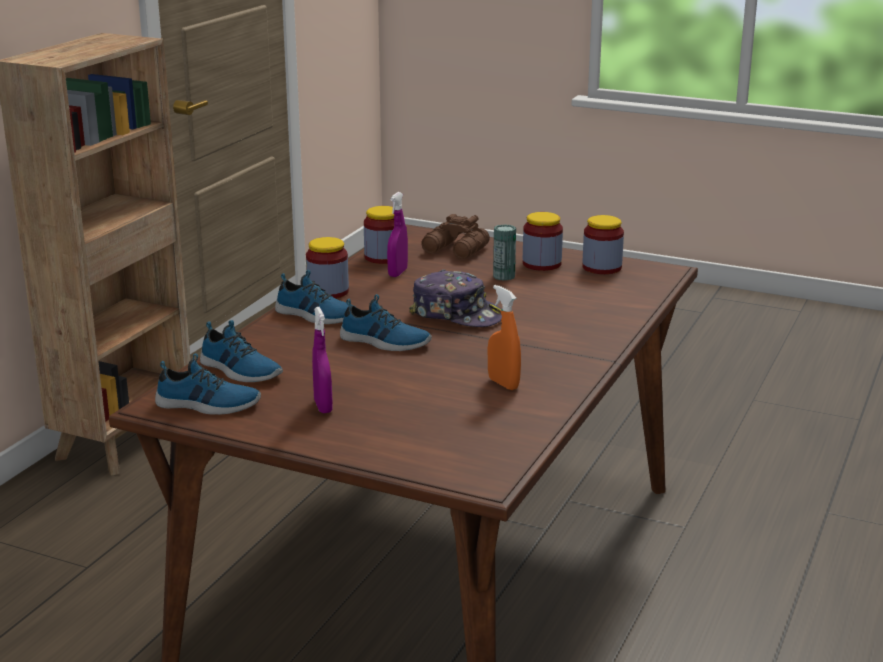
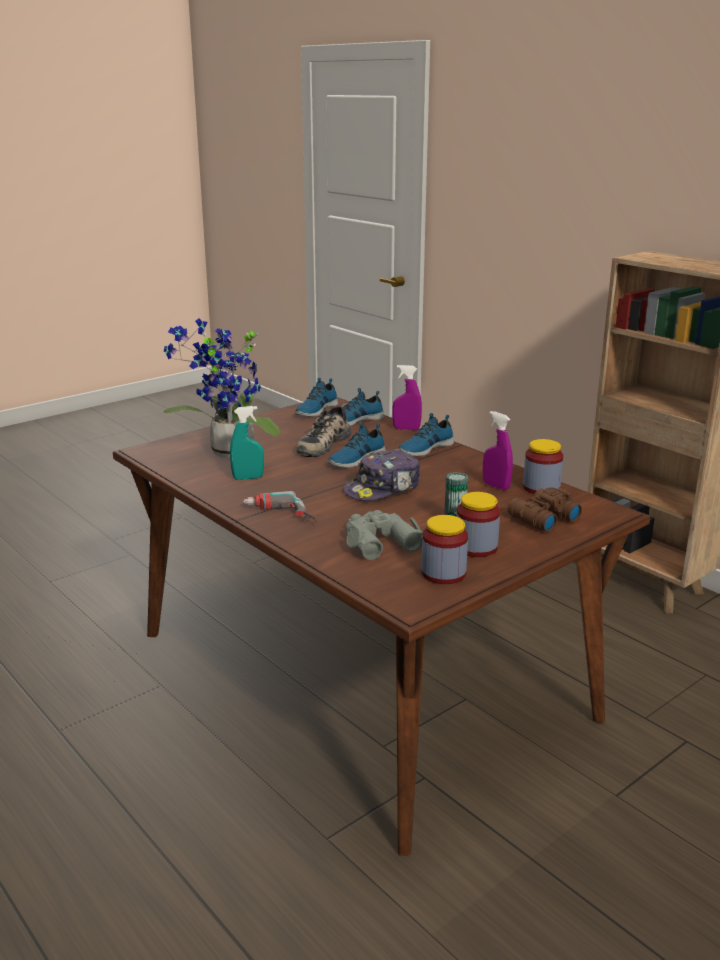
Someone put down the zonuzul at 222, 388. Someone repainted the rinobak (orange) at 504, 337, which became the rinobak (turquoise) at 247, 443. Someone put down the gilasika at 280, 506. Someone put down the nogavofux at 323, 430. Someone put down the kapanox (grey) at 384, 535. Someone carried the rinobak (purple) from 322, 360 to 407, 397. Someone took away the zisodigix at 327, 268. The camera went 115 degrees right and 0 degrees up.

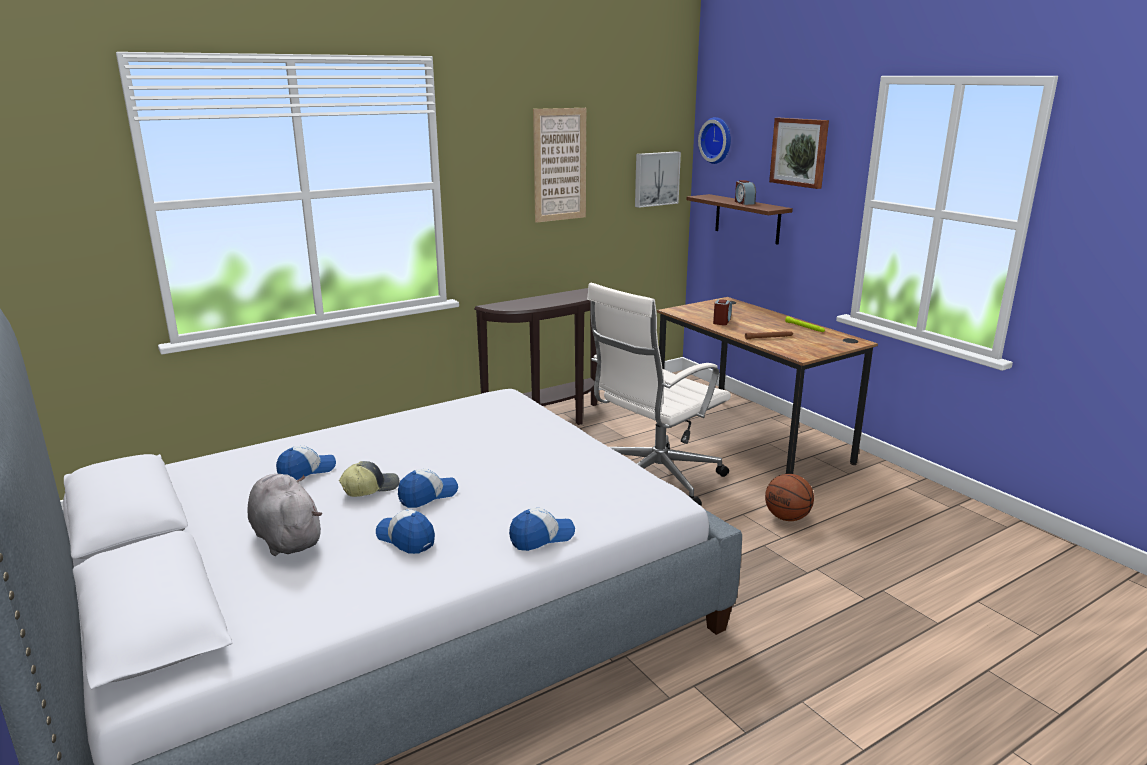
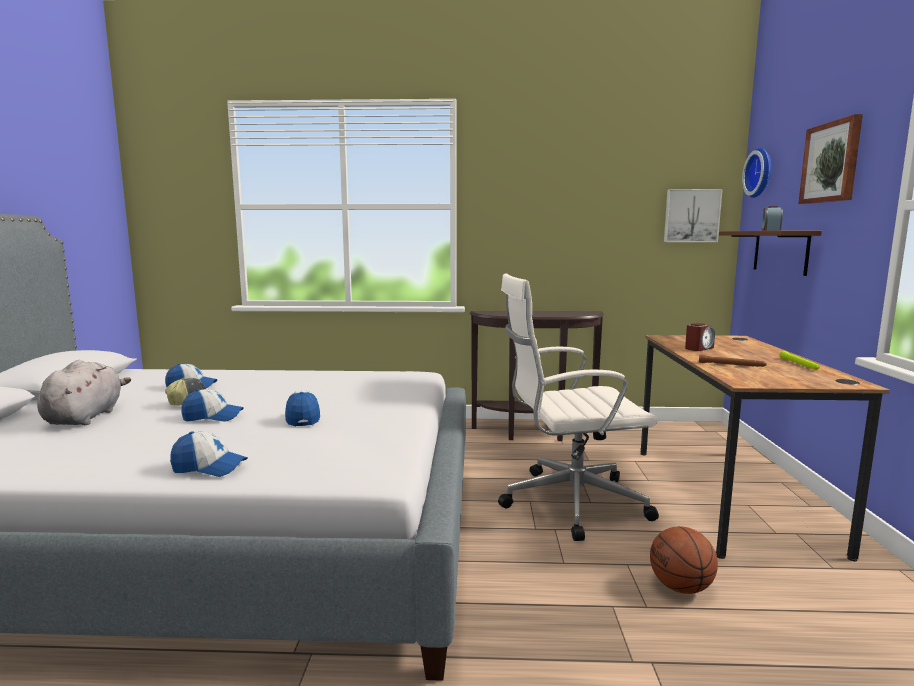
Someone carried the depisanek from 405, 531 to 302, 408. Someone took away the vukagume at 559, 165. The camera went 35 degrees right and 10 degrees down.

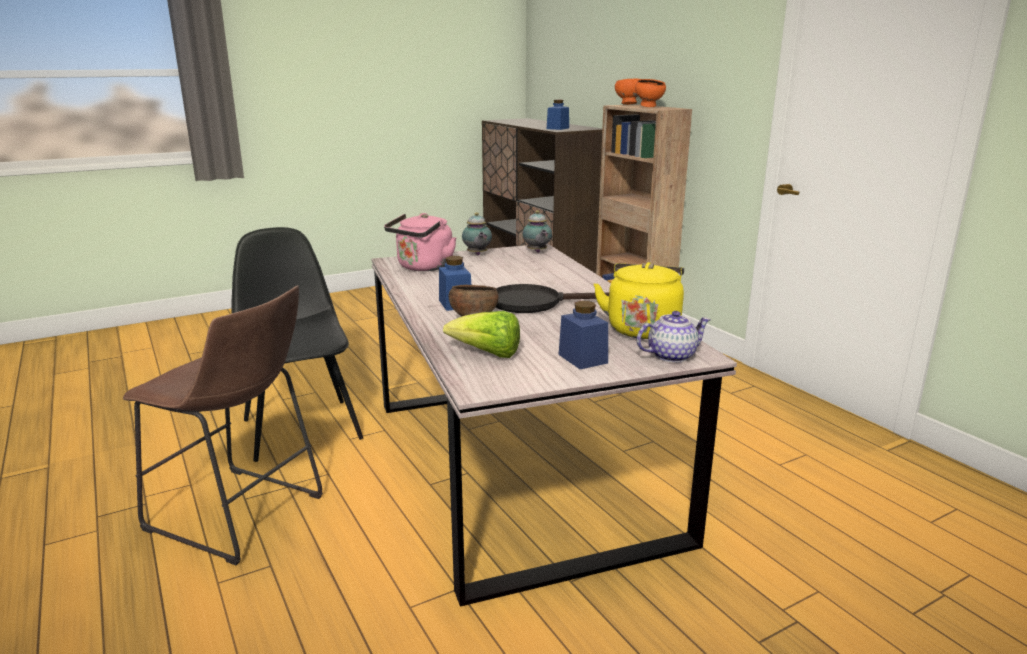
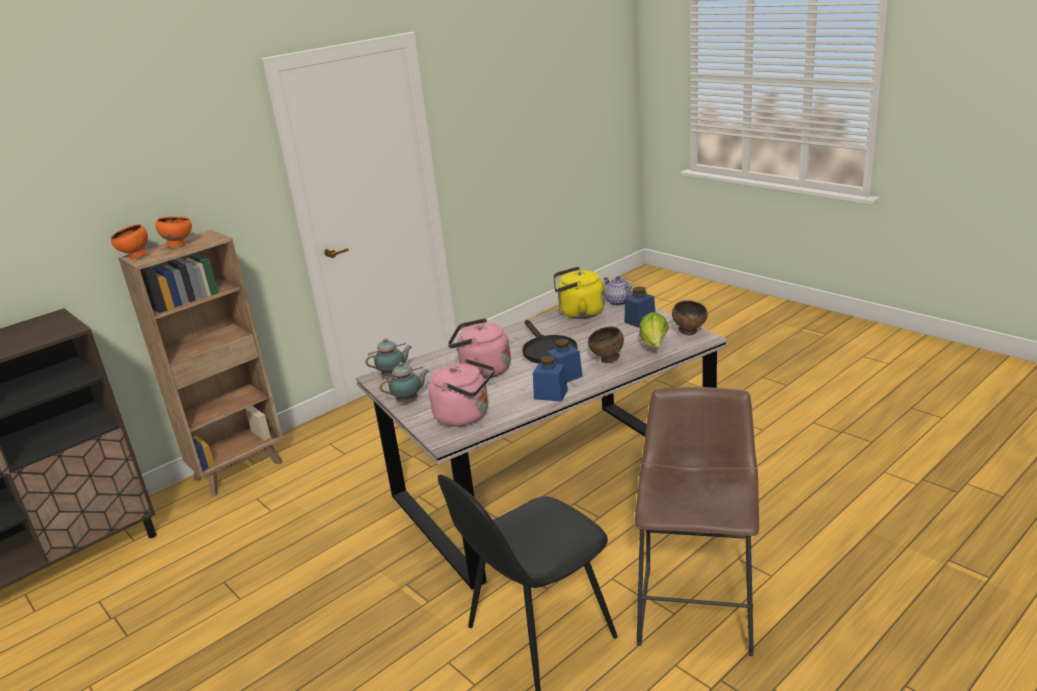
Someone put down the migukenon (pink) at 479, 348. Someone carried the zisodigix (blue) from 558, 115 to 550, 378. Someone put down the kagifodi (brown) at 690, 317. The camera went 100 degrees left and 5 degrees up.

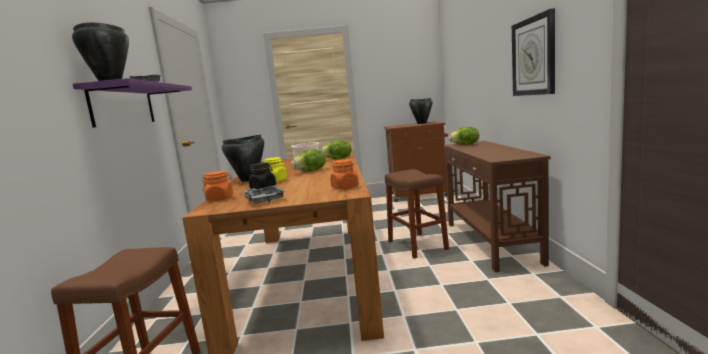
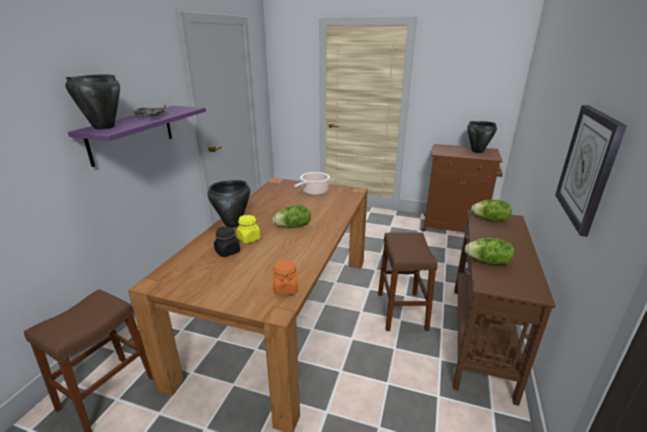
Someone carried the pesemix from 336, 149 to 489, 251. Someone took away the zisodigix (orange) at 217, 186. Someone took away the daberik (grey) at 264, 194. The camera went 20 degrees right and 15 degrees up.

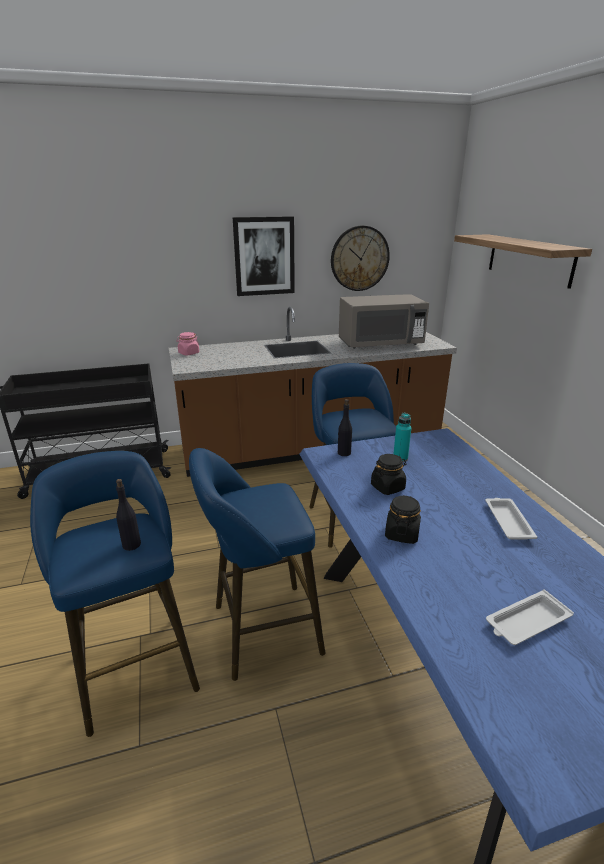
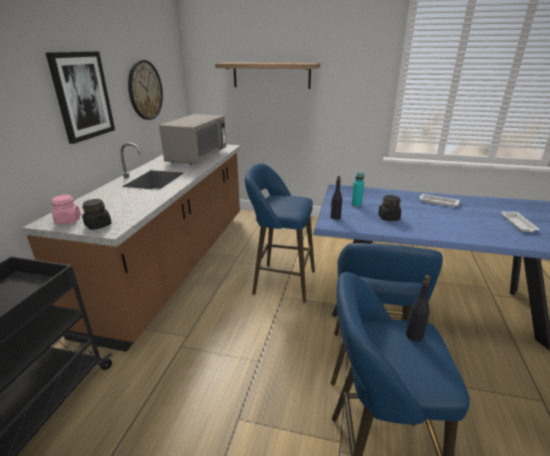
Someone carried the zisodigix (black) from 403, 519 to 97, 214. The camera went 60 degrees left and 0 degrees up.

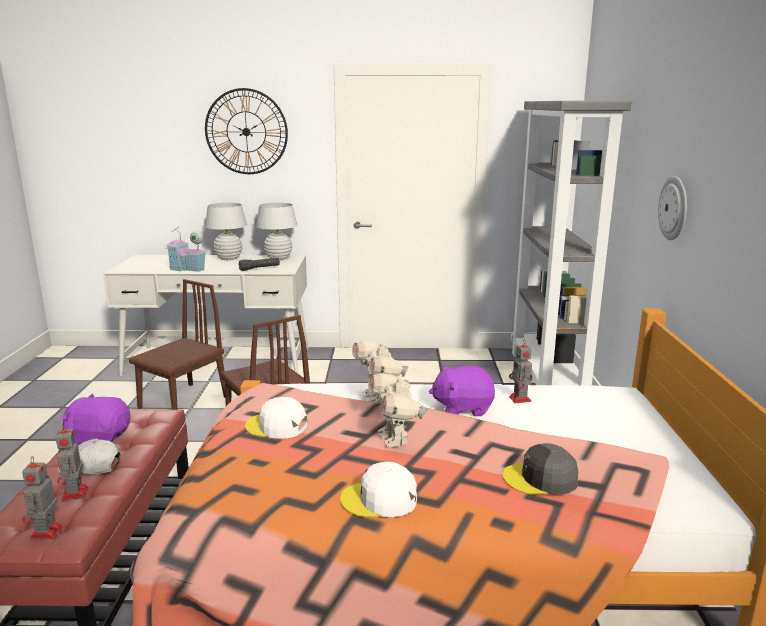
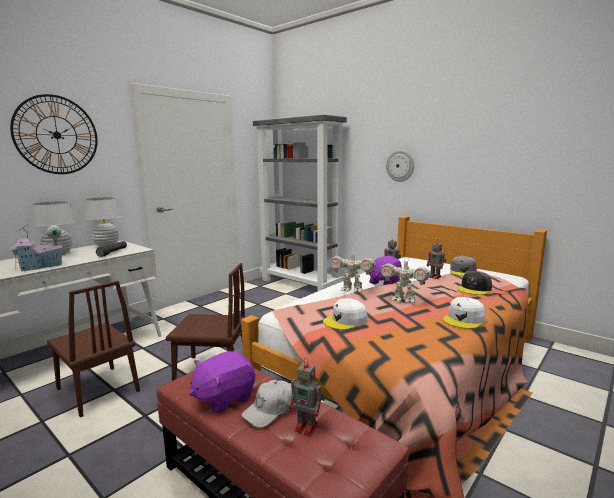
Someone rotated the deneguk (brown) at 177, 344 by 150 degrees clockwise. Someone carried the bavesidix from 42, 498 to 436, 259. Someone put down the depisanek (grey) at 463, 266. The camera went 50 degrees left and 5 degrees down.

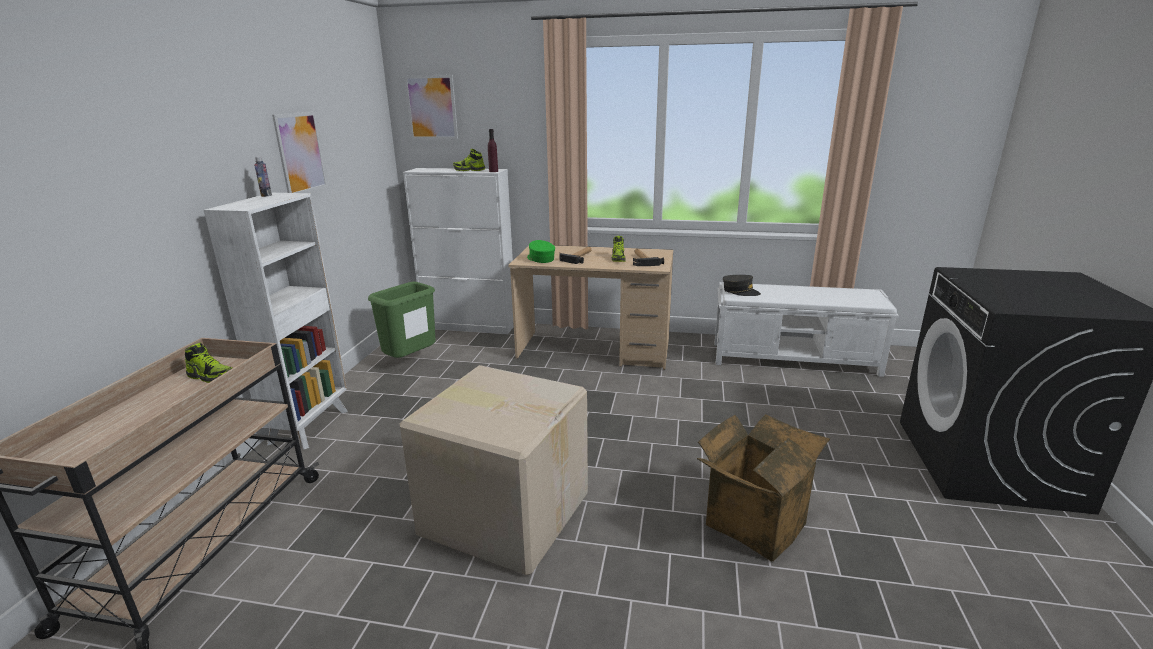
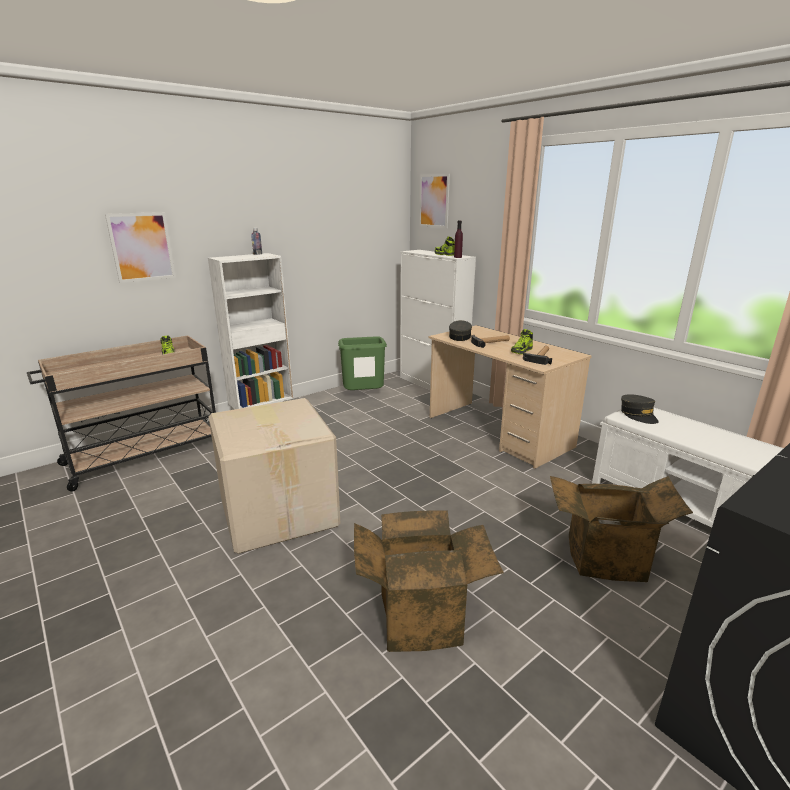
Someone carried the vukagume from 300, 152 to 140, 247. Someone repainted the depisanek (green) at 541, 251, which became the depisanek (grey) at 460, 330. Someone put down the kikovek at 621, 529. The camera went 40 degrees right and 0 degrees up.

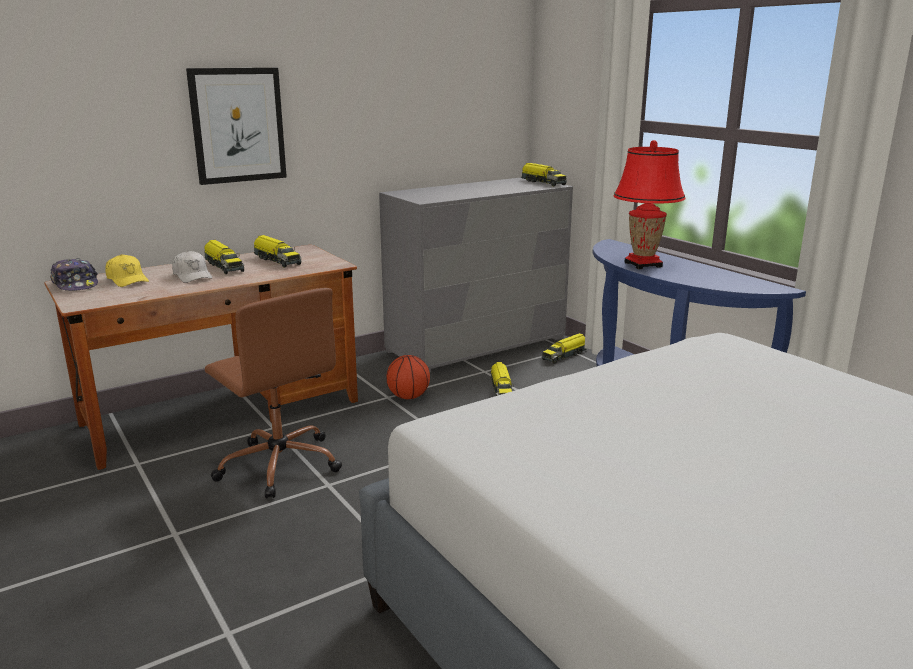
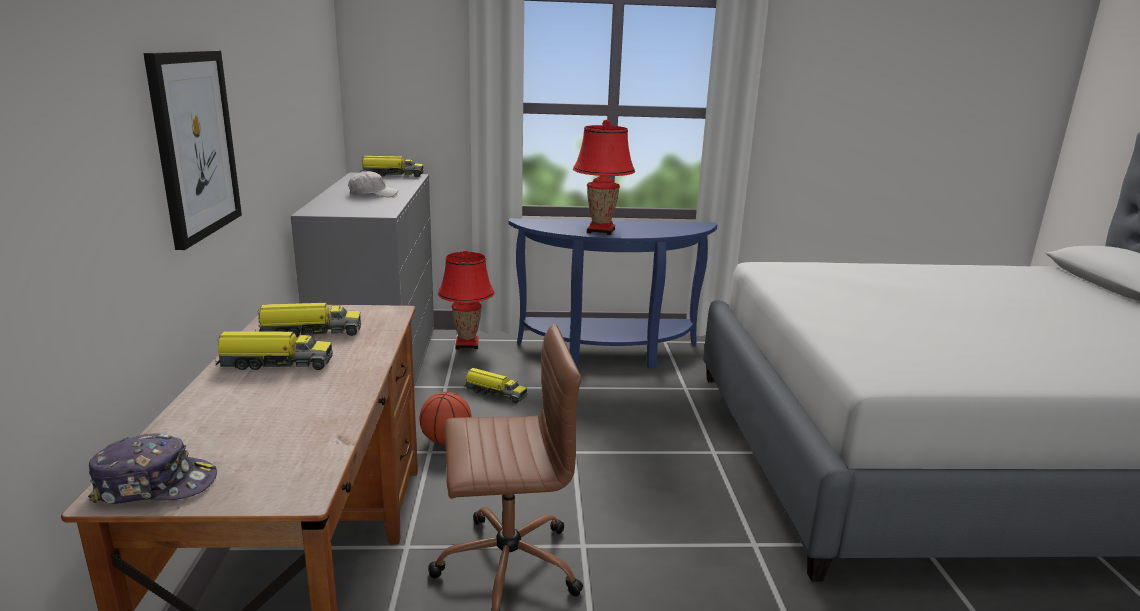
Someone carried the depisanek (white) from 192, 267 to 373, 183. Someone swapped the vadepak at 564, 348 for the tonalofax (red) at 466, 299. Someone took away the depisanek (yellow) at 127, 270. The camera went 60 degrees left and 0 degrees up.

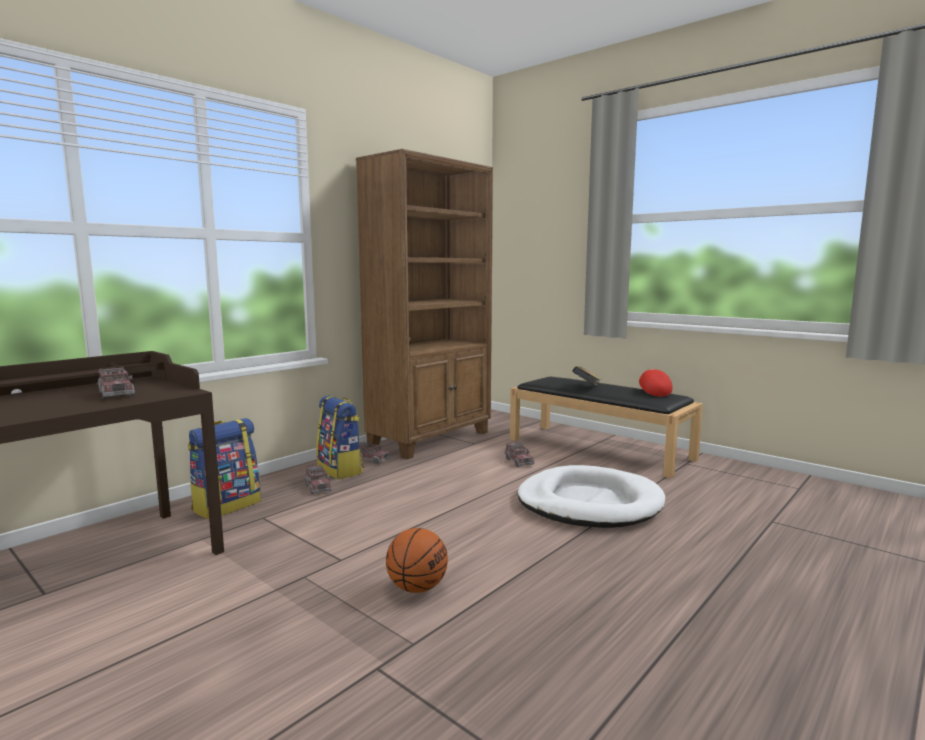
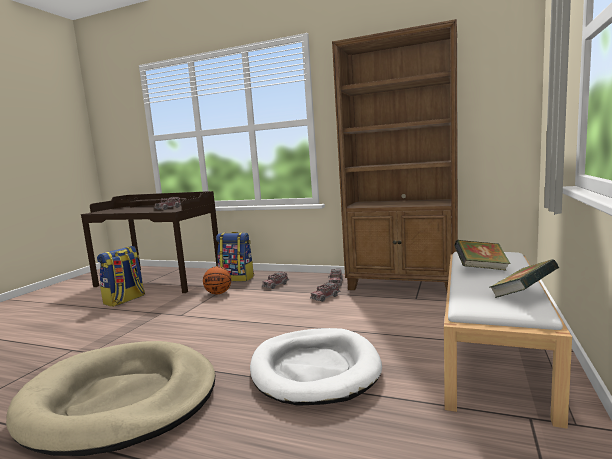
Someone put down the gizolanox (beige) at 110, 398. Someone carried the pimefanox from 340, 437 to 121, 276. Someone carried the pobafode from 417, 560 to 217, 280. Someone carried the vadepak from 519, 454 to 325, 292. Someone repainted the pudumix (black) at 606, 427, which became the pudumix (white) at 508, 340. Someone swapped the depisanek (red) at 656, 383 for the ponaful at 524, 278. The camera went 70 degrees right and 0 degrees up.

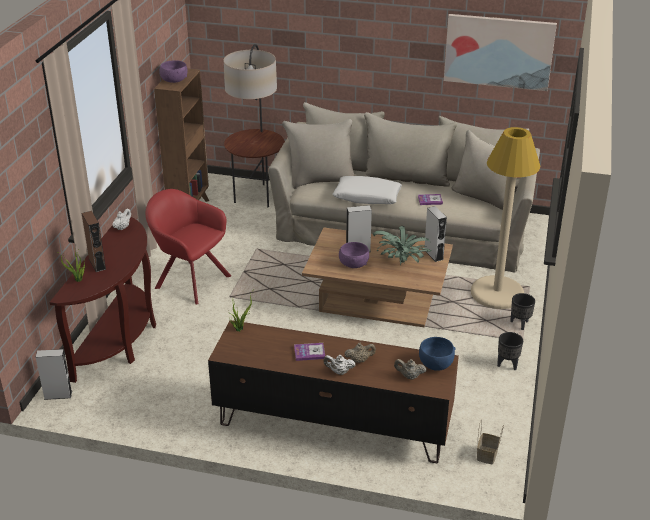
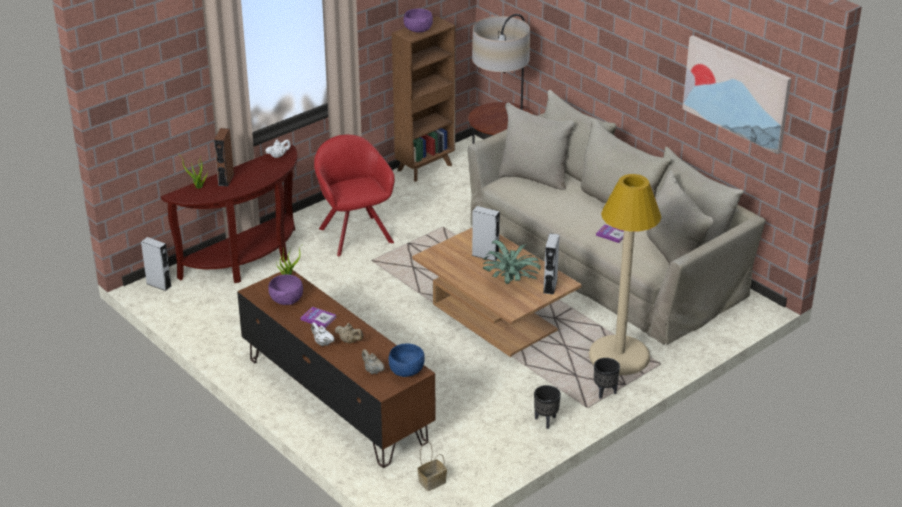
Someone carried the kagifodi (purple) from 354, 255 to 285, 289. Someone took away the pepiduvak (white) at 367, 190. The camera went 35 degrees right and 0 degrees up.

